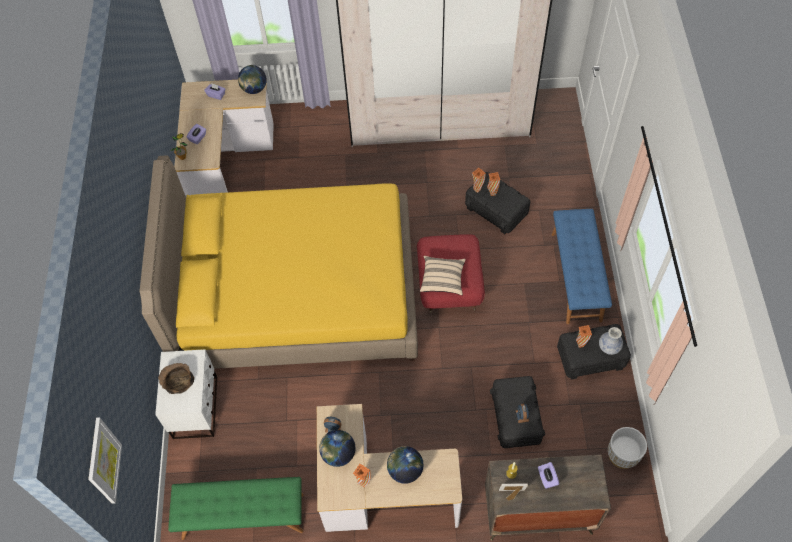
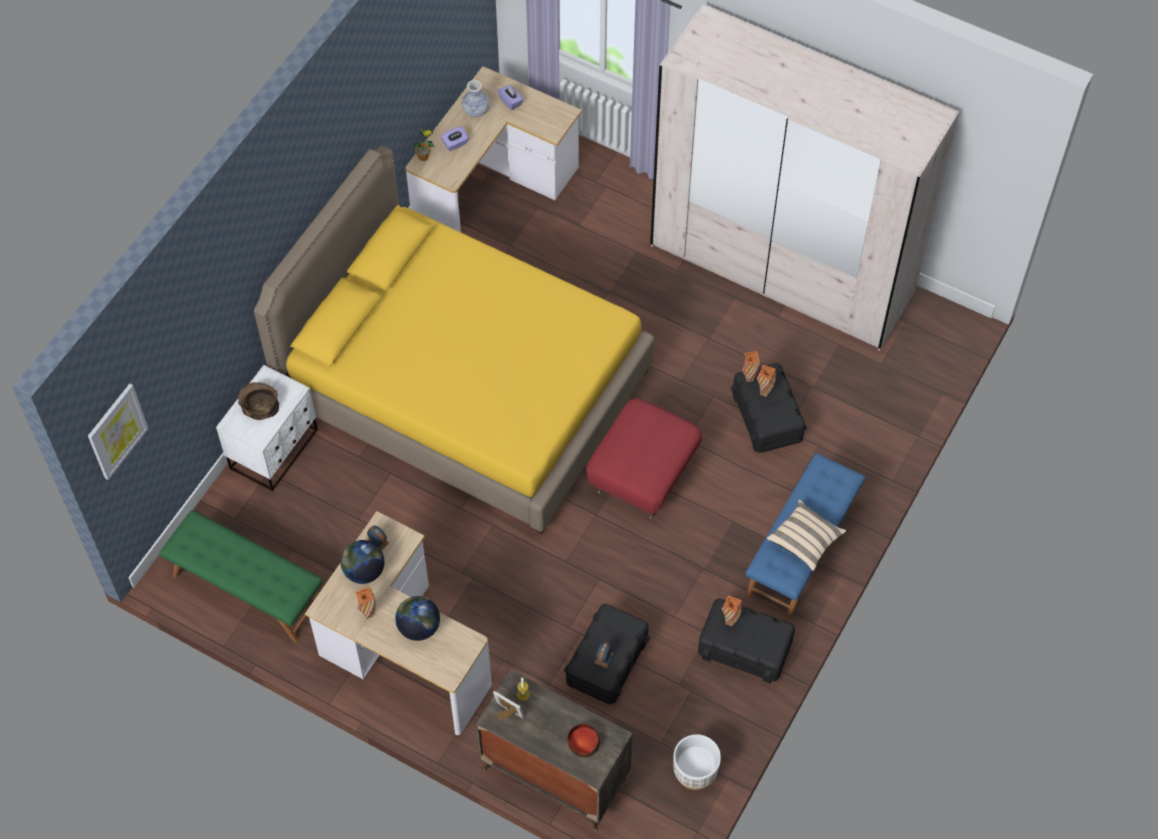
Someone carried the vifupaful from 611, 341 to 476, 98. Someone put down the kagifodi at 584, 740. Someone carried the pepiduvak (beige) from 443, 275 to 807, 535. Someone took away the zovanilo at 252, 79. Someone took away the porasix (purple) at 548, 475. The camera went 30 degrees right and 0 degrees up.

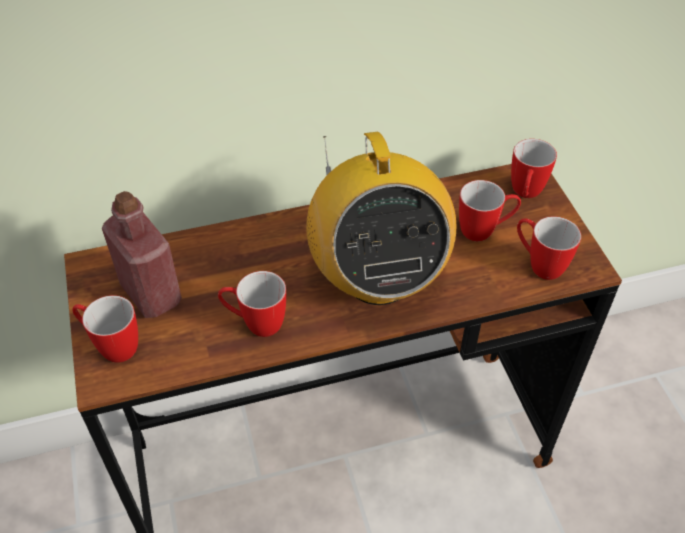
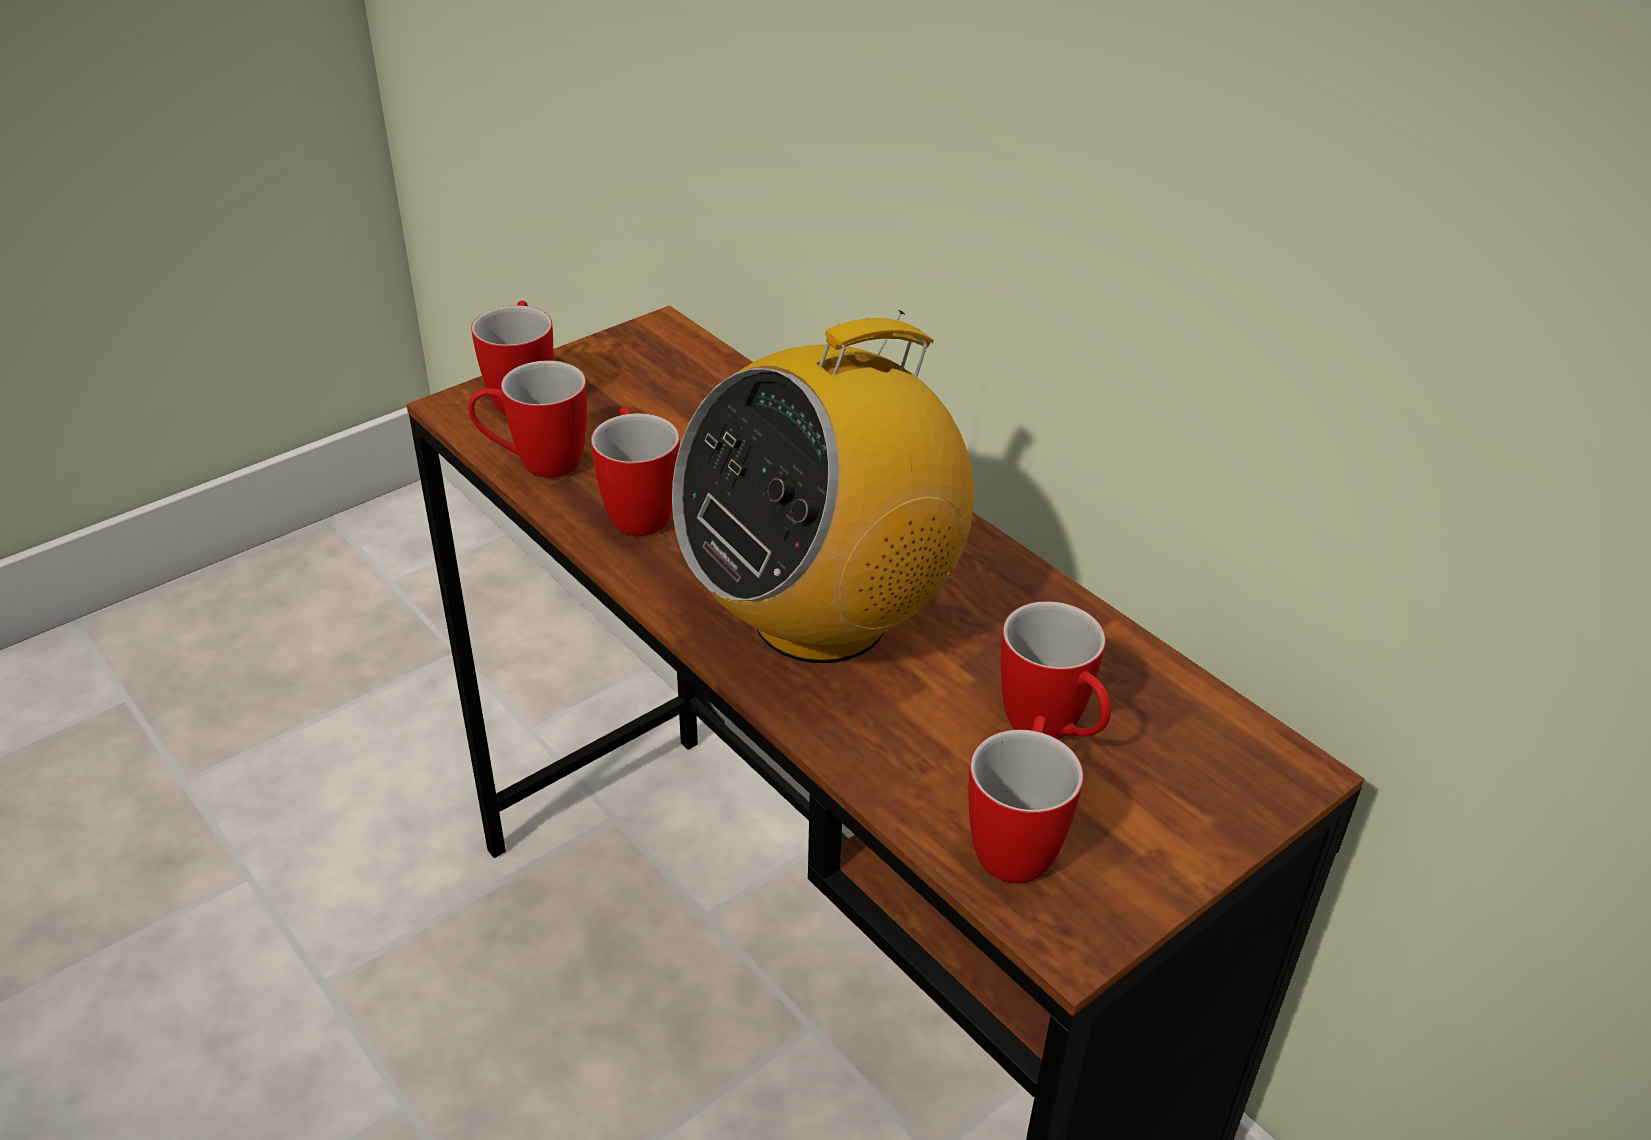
Someone carried the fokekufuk from 534, 168 to 527, 419. Someone took away the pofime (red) at 142, 254. The camera went 65 degrees right and 10 degrees down.

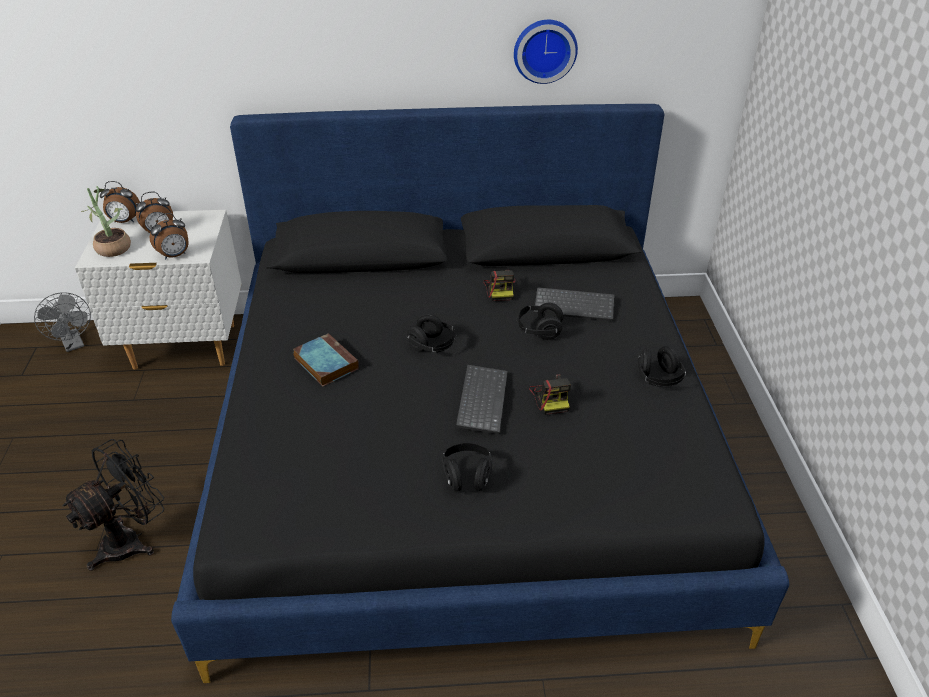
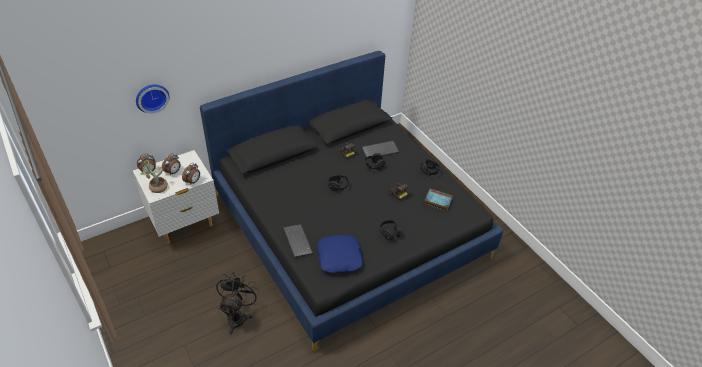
Someone carried the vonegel from 546, 52 to 152, 99. Someone carried the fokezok from 482, 399 to 298, 241. Someone put down the pepiduvak (blue) at 340, 253. Someone carried the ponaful from 326, 359 to 438, 200. Someone took away the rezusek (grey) at 62, 322. The camera went 30 degrees left and 5 degrees up.

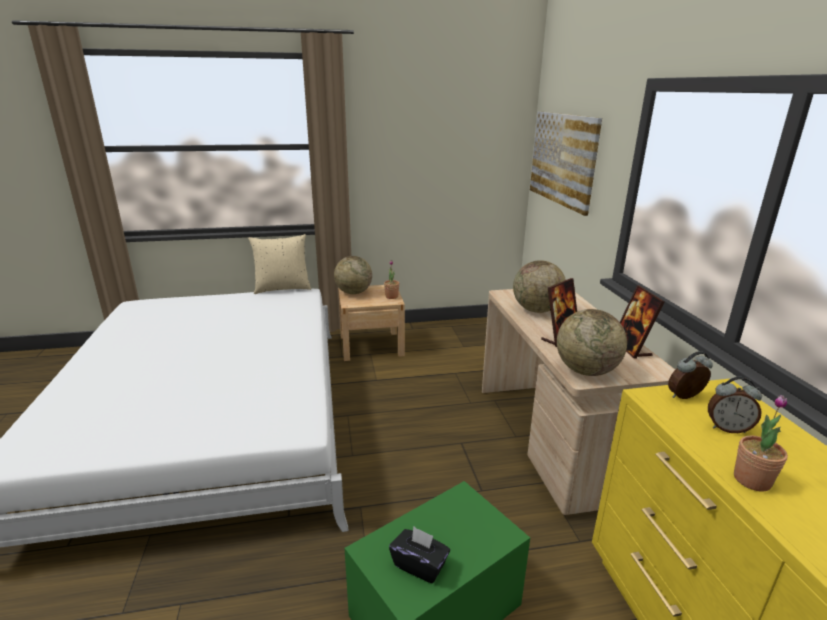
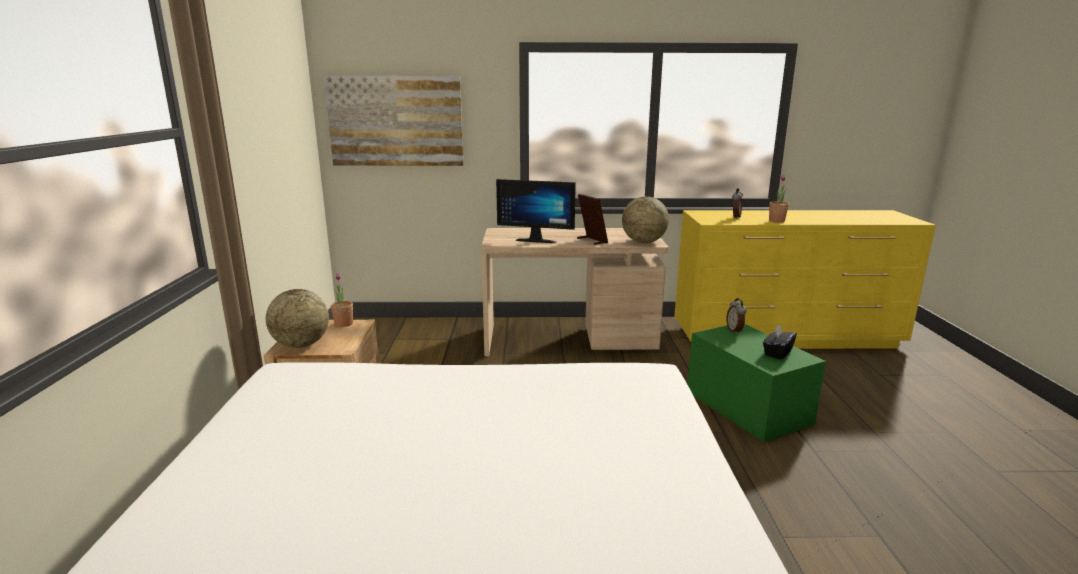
Someone swapped the zovanilo at 539, 286 for the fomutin at 536, 211. Someone carried the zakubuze from 690, 375 to 736, 316. Someone took away the pepiduvak (beige) at 279, 264. Someone took away the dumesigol at 642, 322. The camera went 80 degrees left and 5 degrees down.

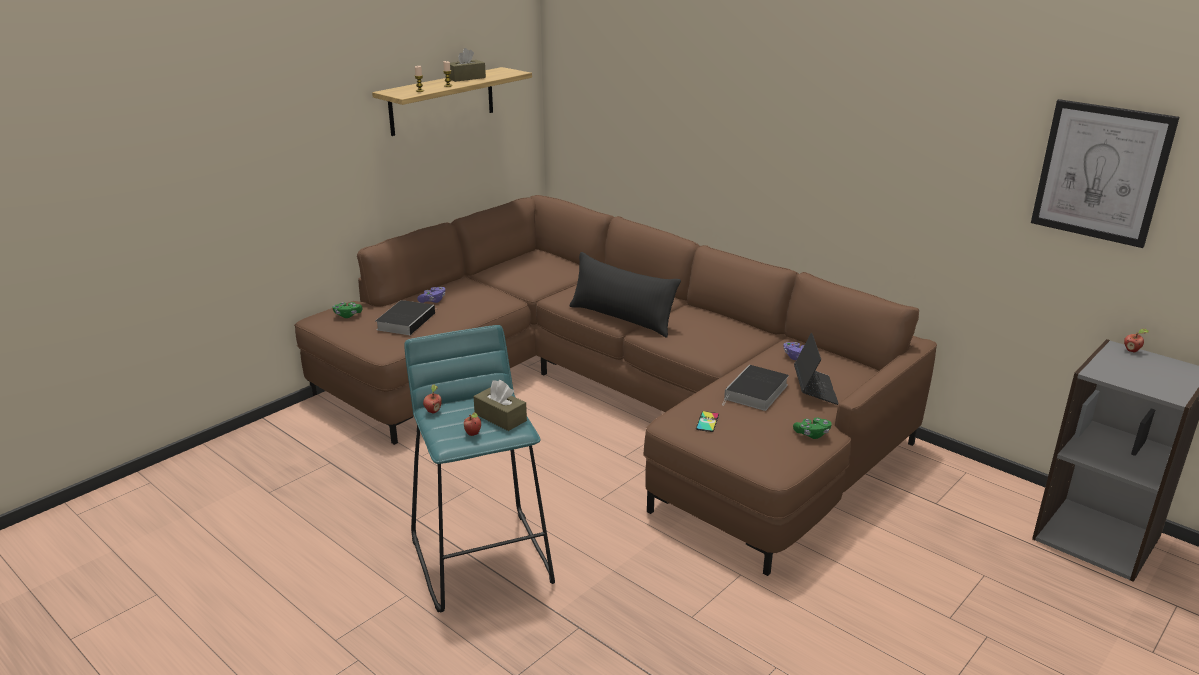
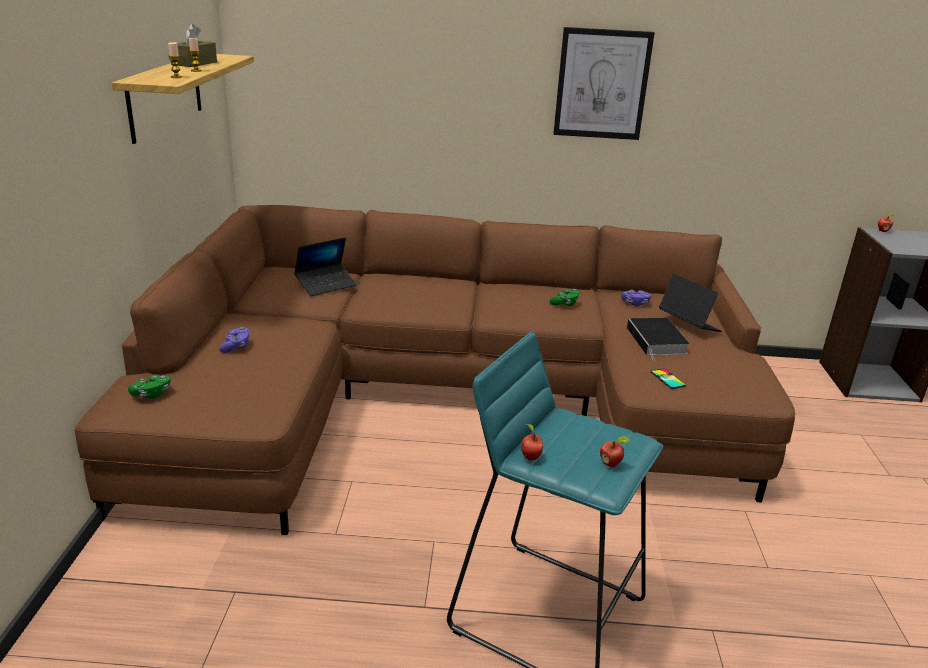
Someone put down the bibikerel at 325, 266. Someone carried the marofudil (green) from 812, 428 to 565, 297. Someone carried the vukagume from 1105, 173 to 604, 83. Someone took away the ponaful at 405, 317. Someone took away the porasix (brown) at 500, 405. Someone took away the pepiduvak (black) at 625, 295. The camera went 40 degrees left and 0 degrees up.

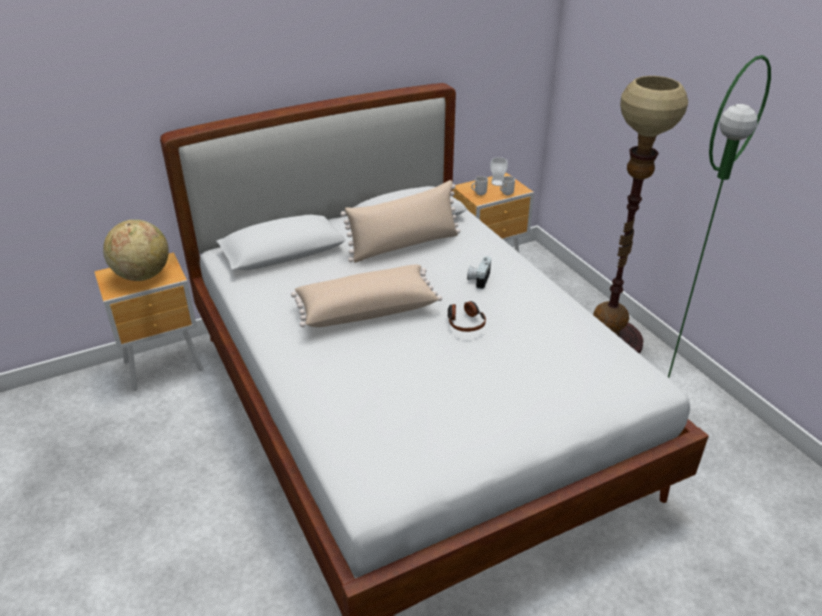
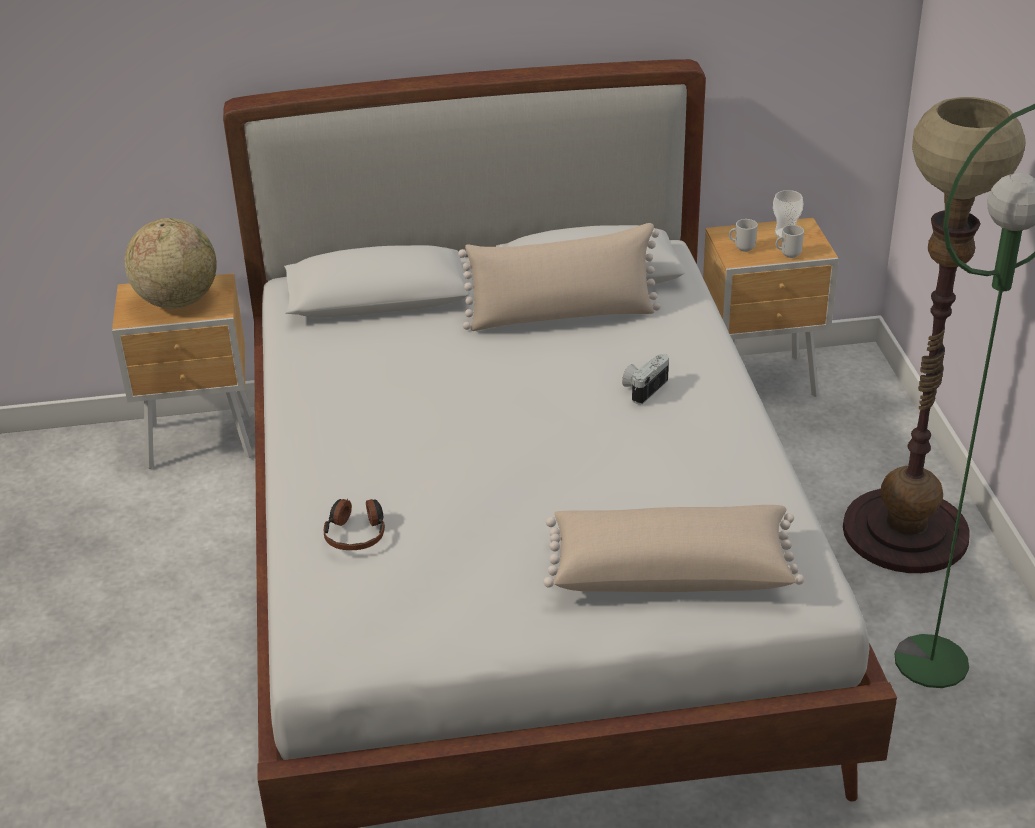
Someone carried the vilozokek from 467, 316 to 354, 524. Someone carried the pepiduvak (beige) from 366, 296 to 674, 548. The camera went 20 degrees right and 0 degrees up.

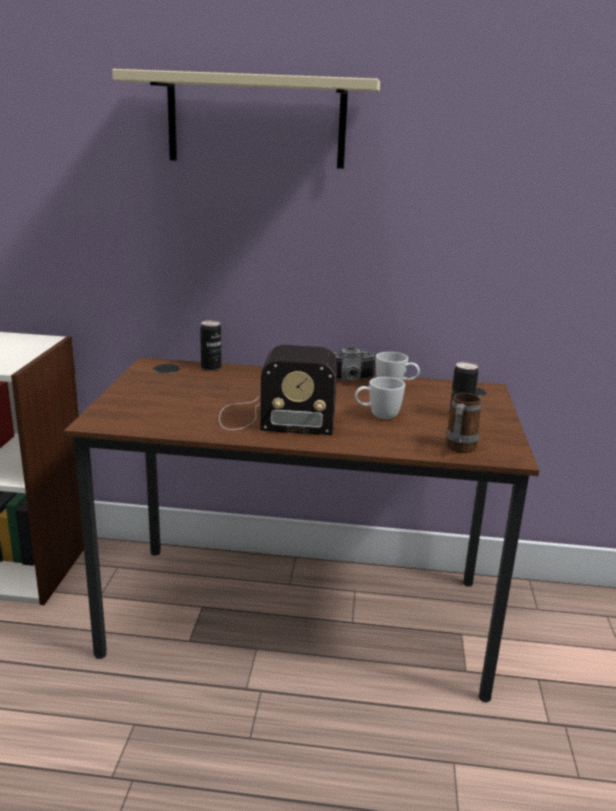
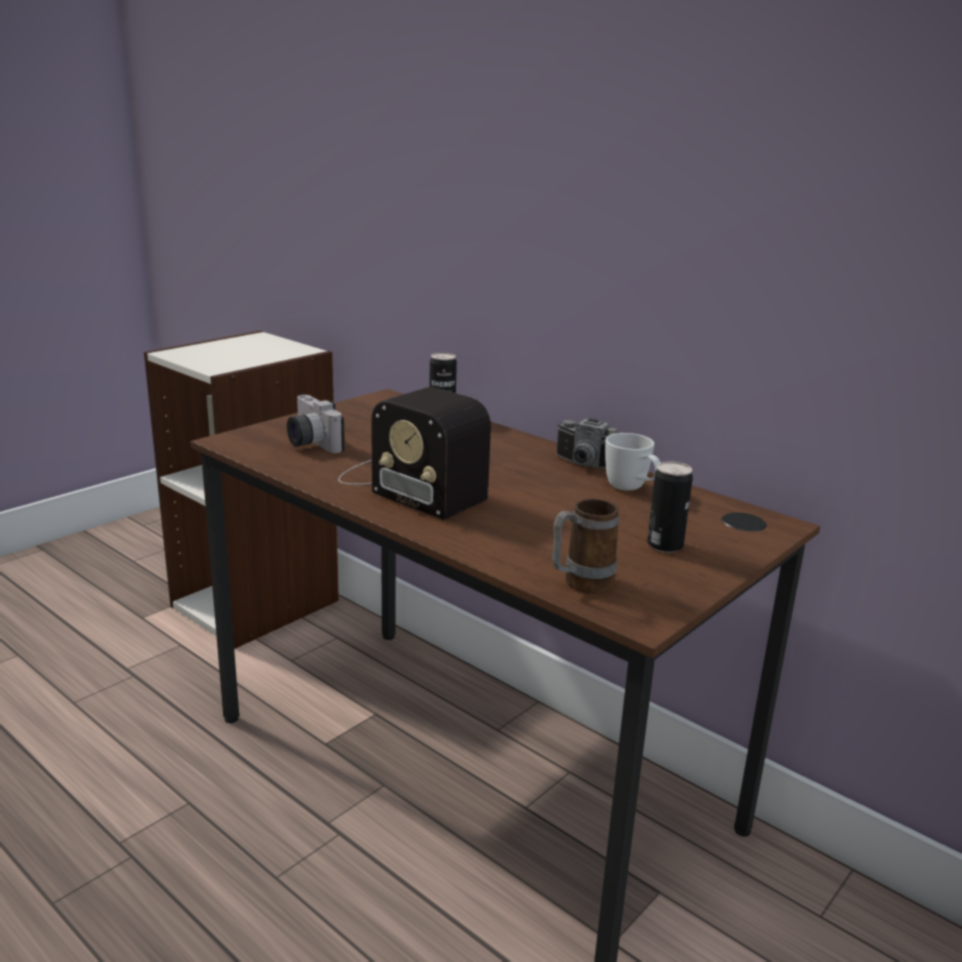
Someone put down the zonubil at 316, 424. Someone took away the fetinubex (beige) at 246, 119. Someone took away the fokekufuk (white) at 380, 398. The camera went 35 degrees right and 0 degrees up.

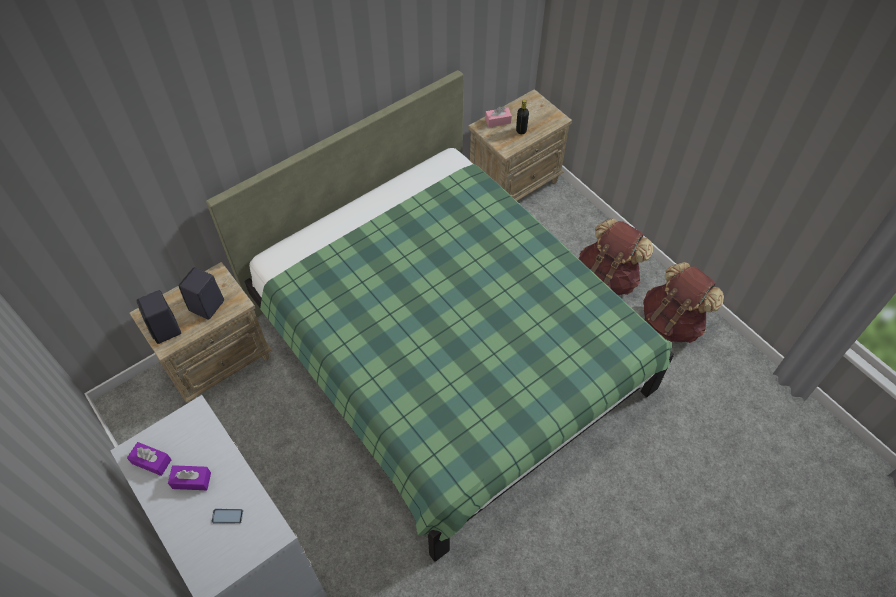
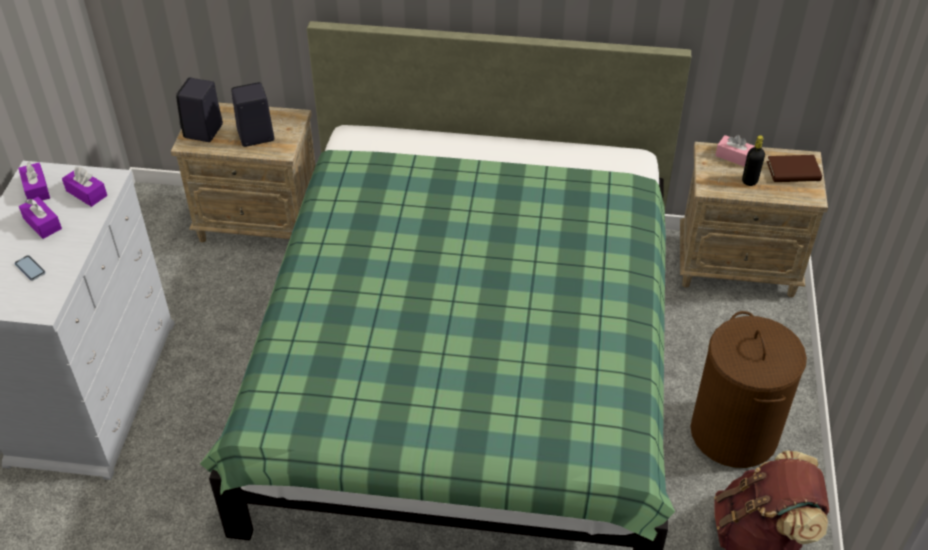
Someone put down the porasix (purple) at 84, 187. Someone swapped the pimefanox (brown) at 616, 256 for the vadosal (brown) at 749, 389. Someone put down the ponaful (brown) at 794, 168. The camera went 45 degrees right and 10 degrees down.

